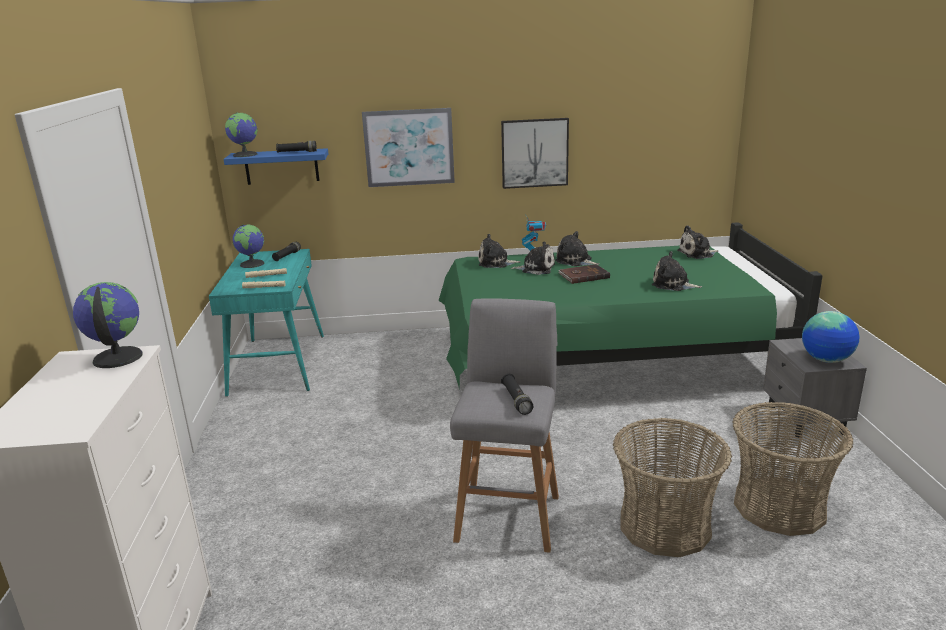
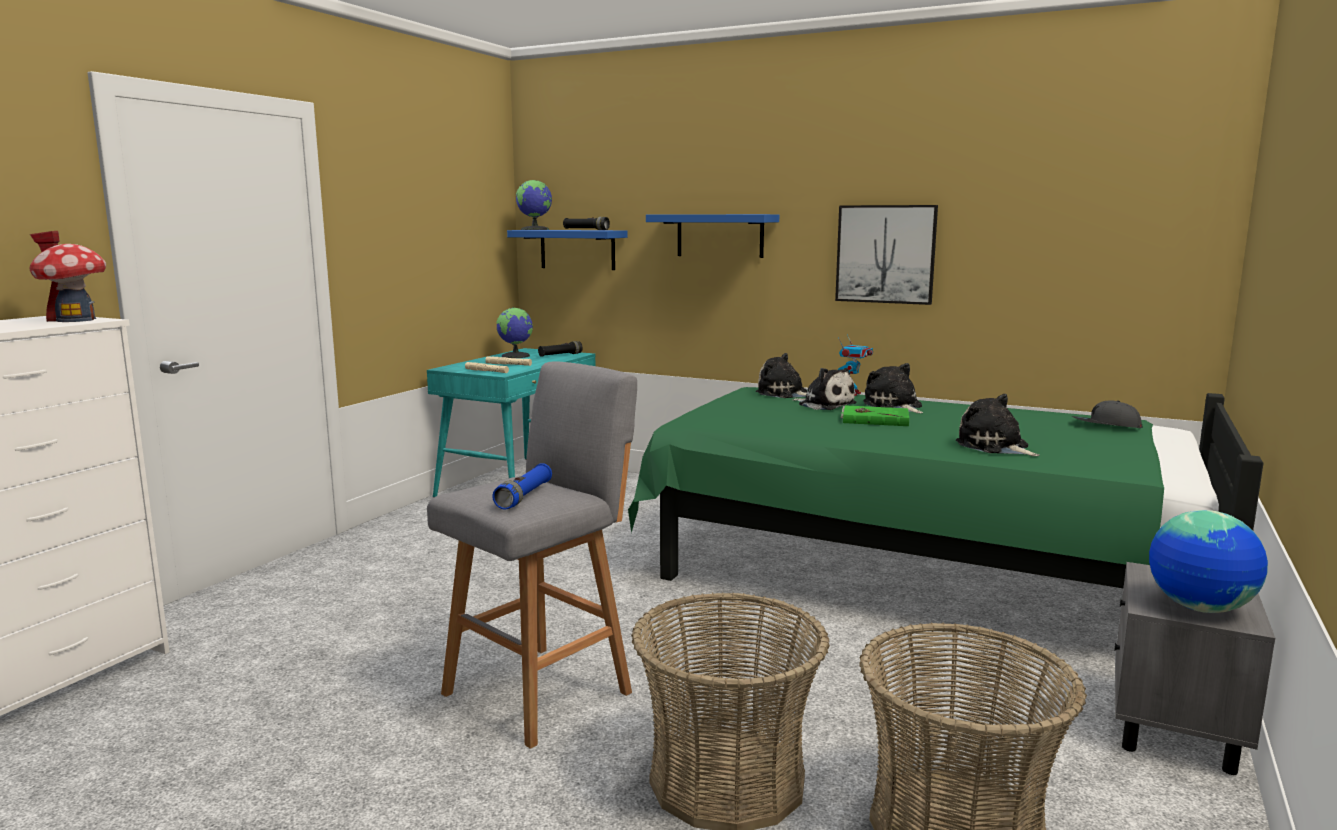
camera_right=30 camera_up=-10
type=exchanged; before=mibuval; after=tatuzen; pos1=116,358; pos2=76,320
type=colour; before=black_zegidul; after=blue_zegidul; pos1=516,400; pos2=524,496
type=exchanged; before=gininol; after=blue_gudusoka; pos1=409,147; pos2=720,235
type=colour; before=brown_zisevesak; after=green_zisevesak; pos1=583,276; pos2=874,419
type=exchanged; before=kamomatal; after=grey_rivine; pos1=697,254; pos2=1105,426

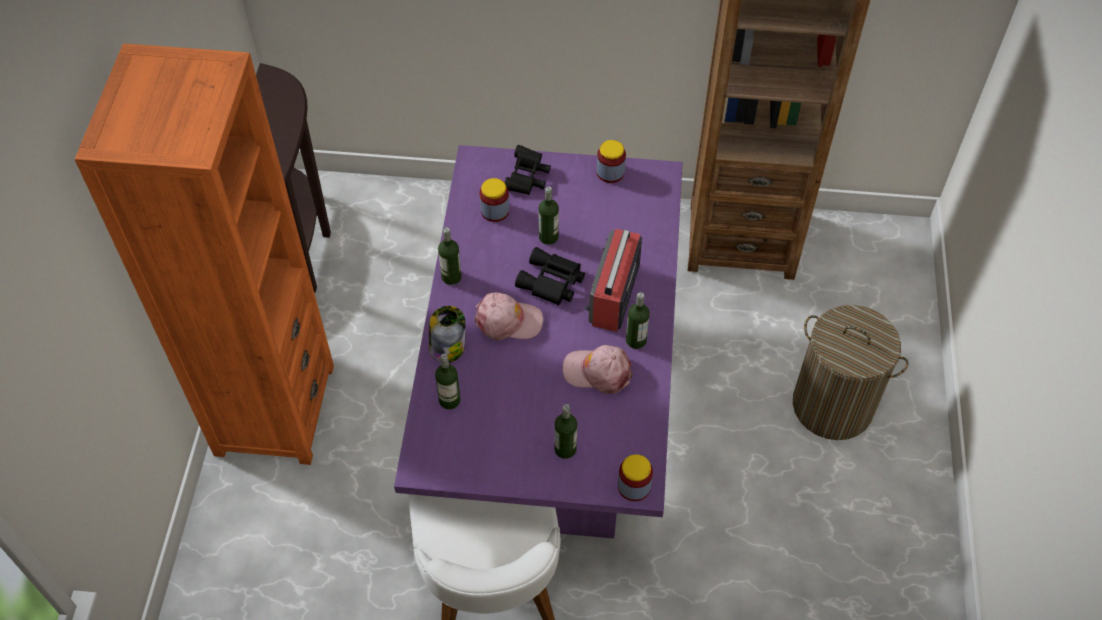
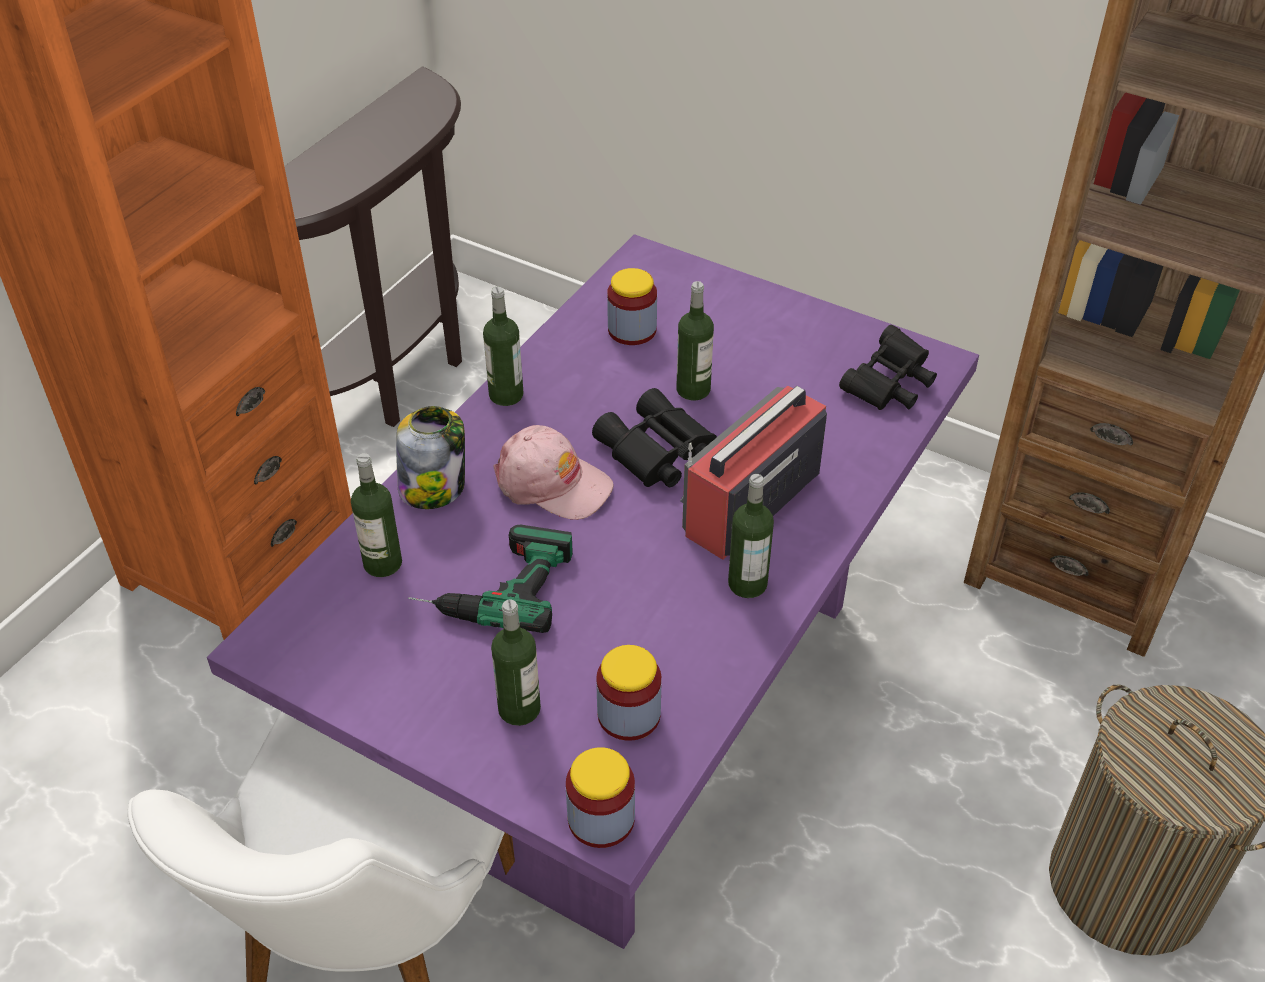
camera_right=25 camera_up=-10
type=appeared; after=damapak; pos2=492,584
type=relocated; before=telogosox; pos1=610,172; pos2=629,715
type=relocated; before=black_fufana; pos1=527,178; pos2=889,386
type=missing; before=pink_rivine; pos1=598,372

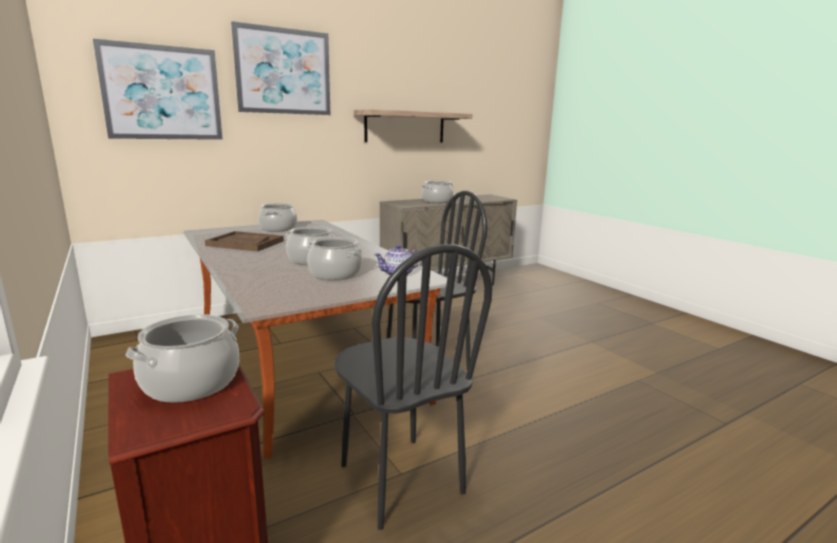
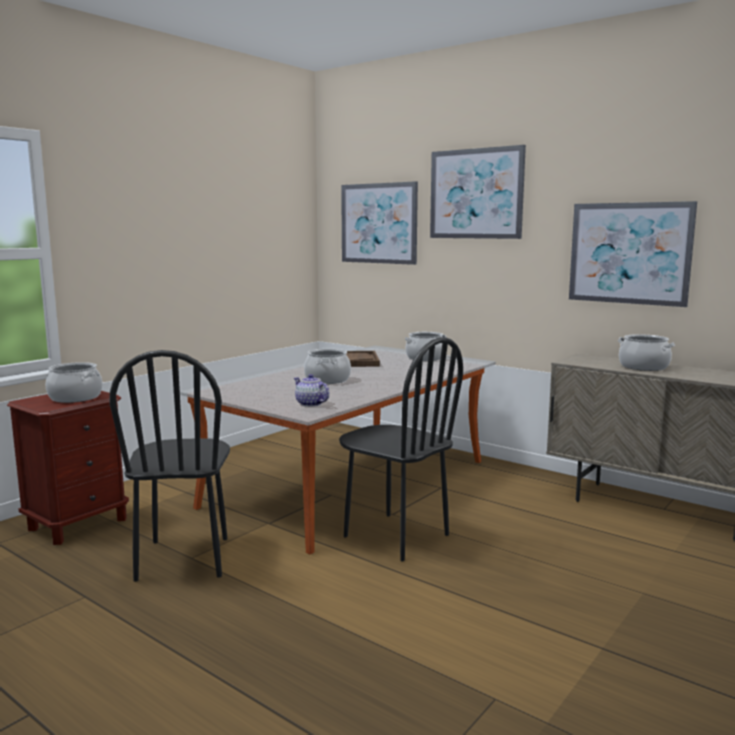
camera_right=70 camera_up=-5
type=spun; before=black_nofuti; pos1=400,479; pos2=184,558; turn=-45
type=exchanged; before=gudusoka; after=gininol; pos1=405,127; pos2=629,253
type=missing; before=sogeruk; pos1=335,274

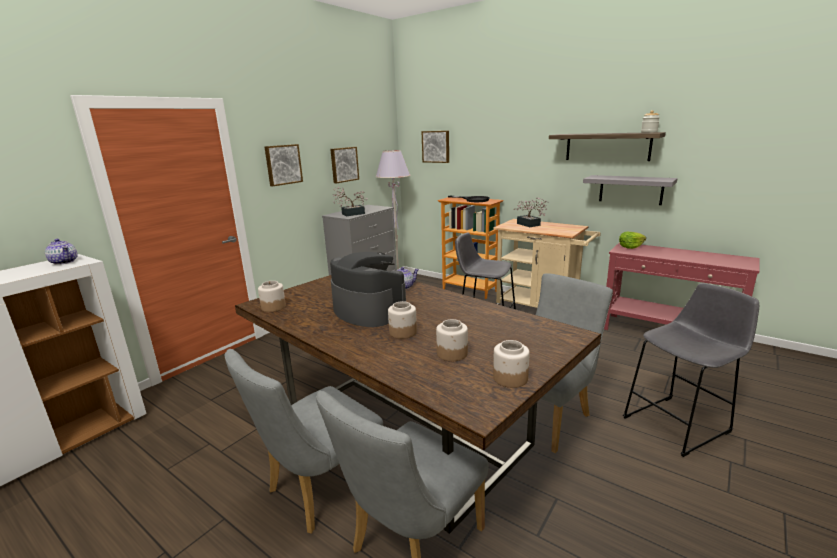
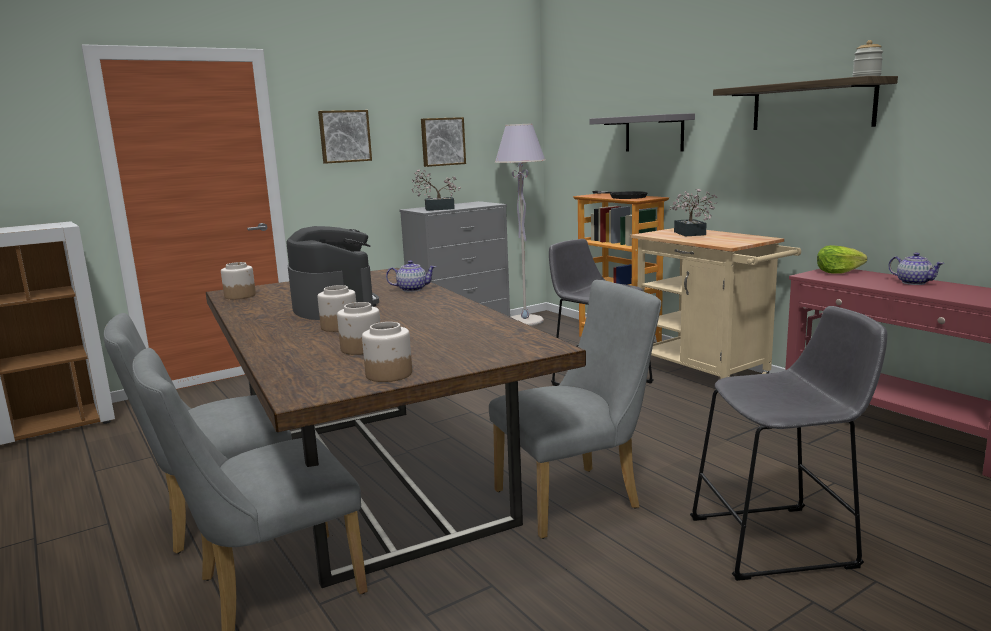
camera_right=20 camera_up=-5
type=relocated; before=grey_gudusoka; pos1=630,189; pos2=654,133
type=relocated; before=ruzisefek; pos1=64,262; pos2=913,282
type=missing; before=gininol; pos1=436,146

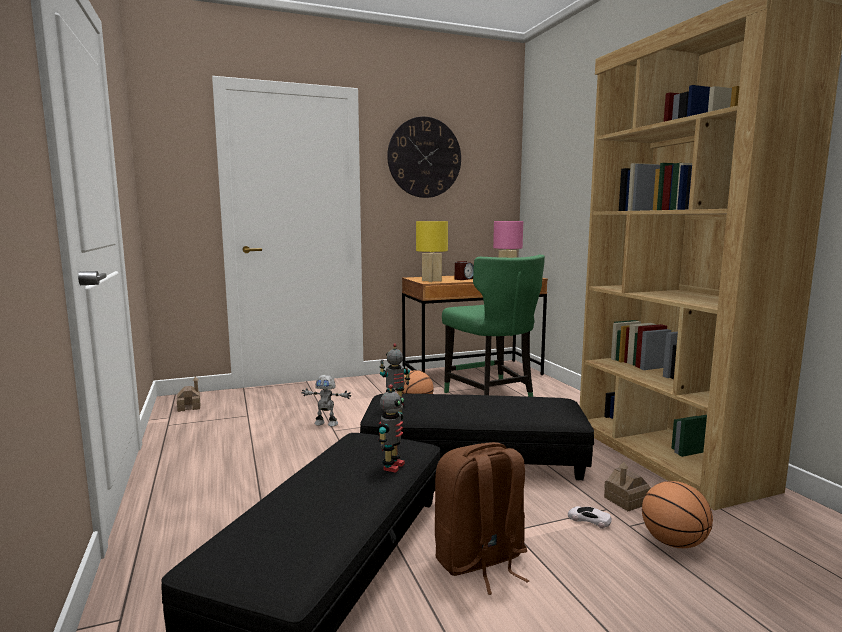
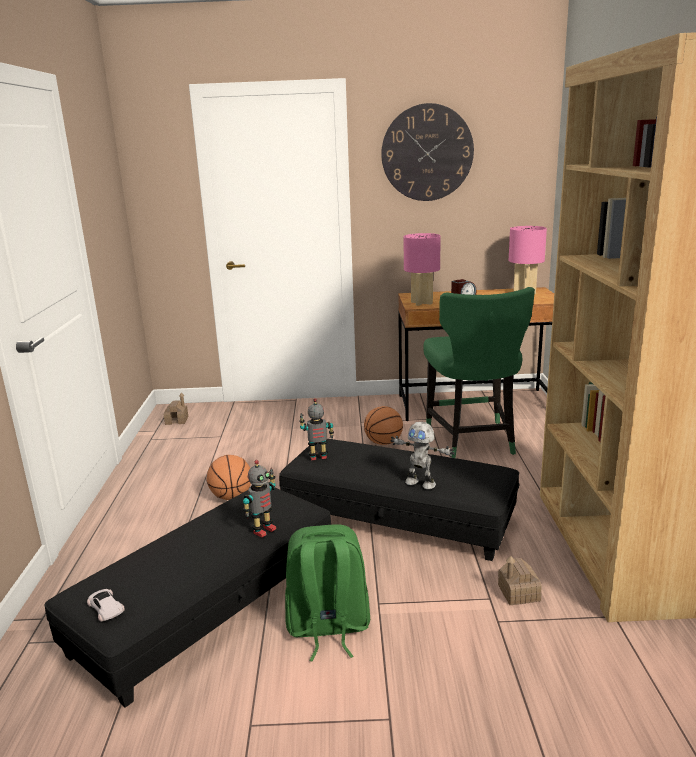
camera_right=20 camera_up=10
type=relocated; before=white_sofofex; pos1=589,520; pos2=105,607
type=relocated; before=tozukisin; pos1=673,543; pos2=231,497
type=colour; before=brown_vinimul; after=green_vinimul; pos1=480,561; pos2=327,628
type=relocated; before=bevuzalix; pos1=326,423; pos2=421,483
type=colour; before=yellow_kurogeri; after=pink_kurogeri; pos1=431,281; pos2=421,303

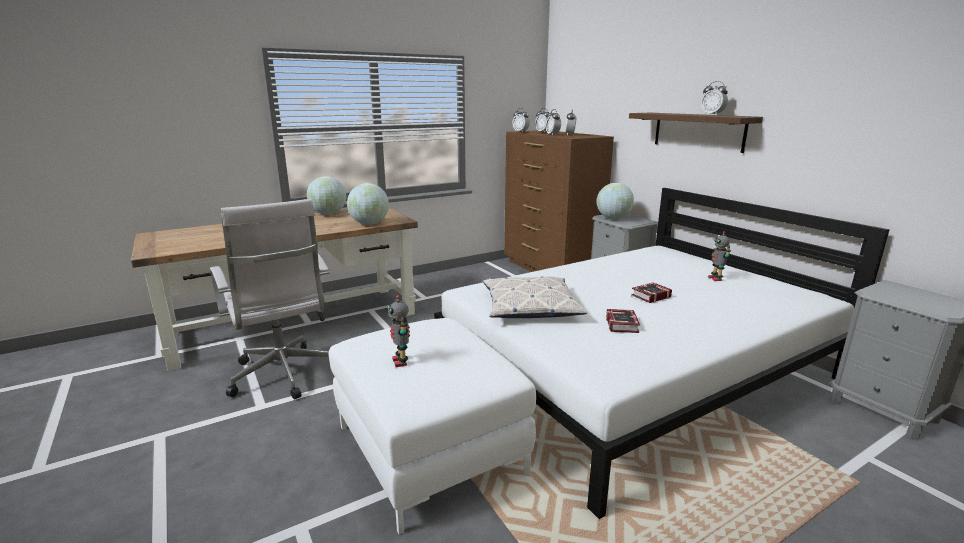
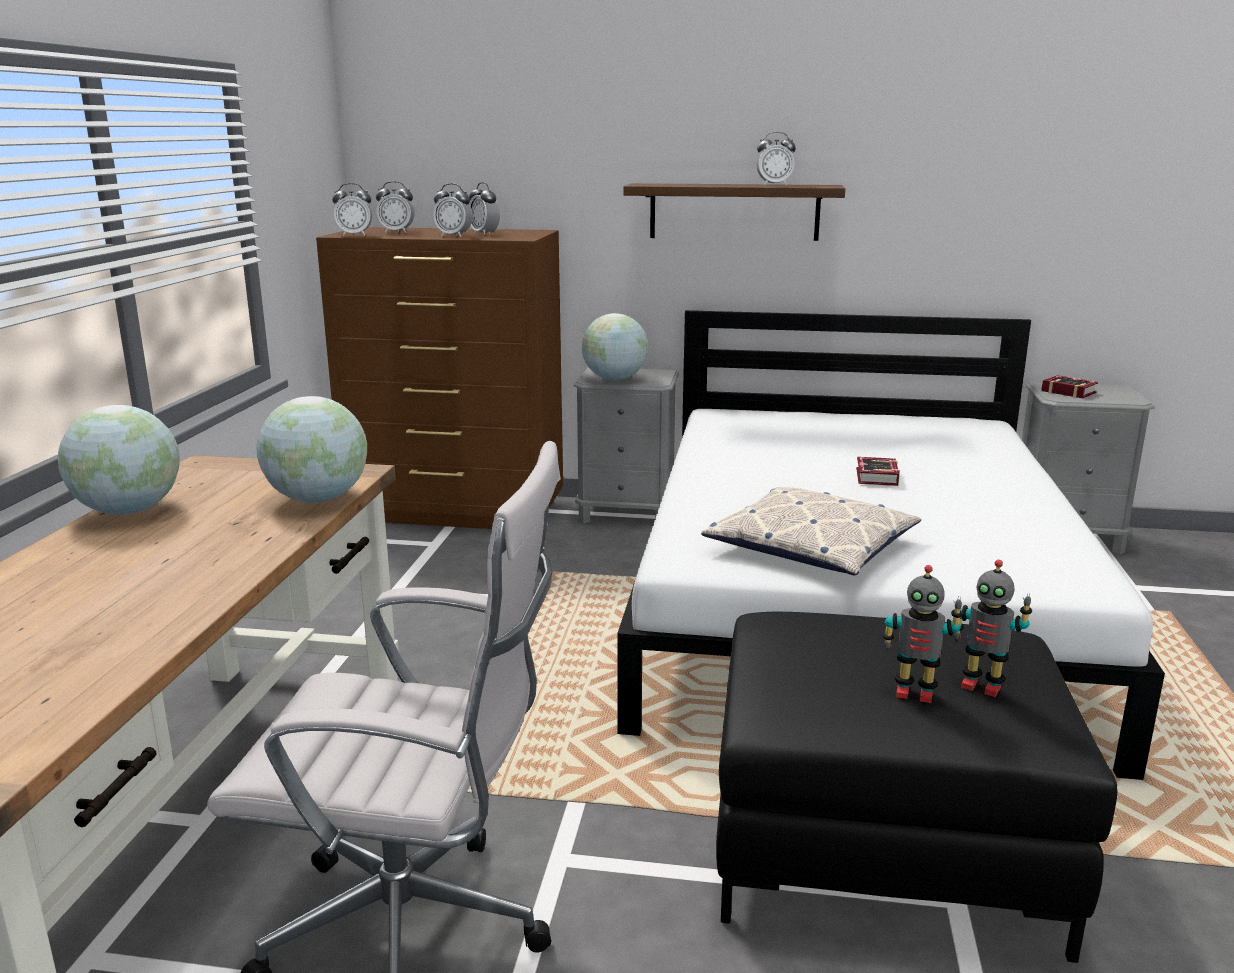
camera_right=-50 camera_up=0
type=colour; before=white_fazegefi; after=black_fazegefi; pos1=429,449; pos2=882,848
type=relocated; before=bevuzalix; pos1=715,278; pos2=981,686
type=relocated; before=zisevesak; pos1=622,324; pos2=1067,391

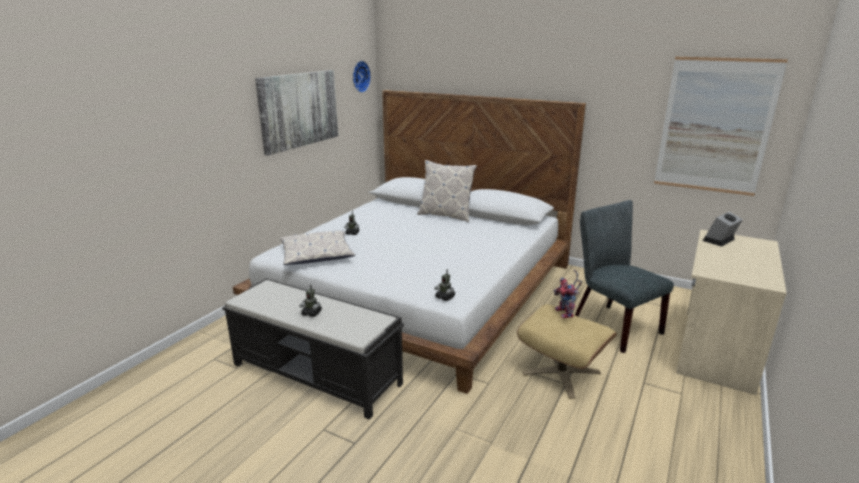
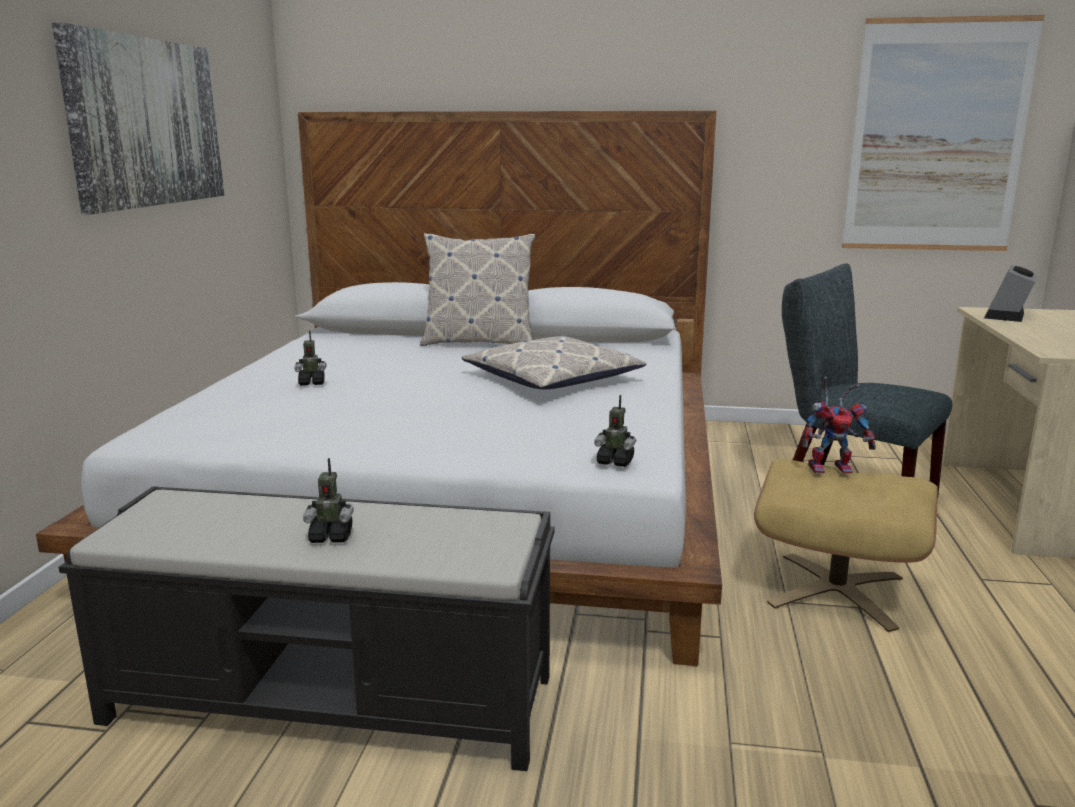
camera_right=-20 camera_up=-5
type=relocated; before=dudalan; pos1=317,254; pos2=552,378
type=spun; before=bevuzalix; pos1=566,313; pos2=832,468; turn=-60
type=missing; before=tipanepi; pos1=359,76

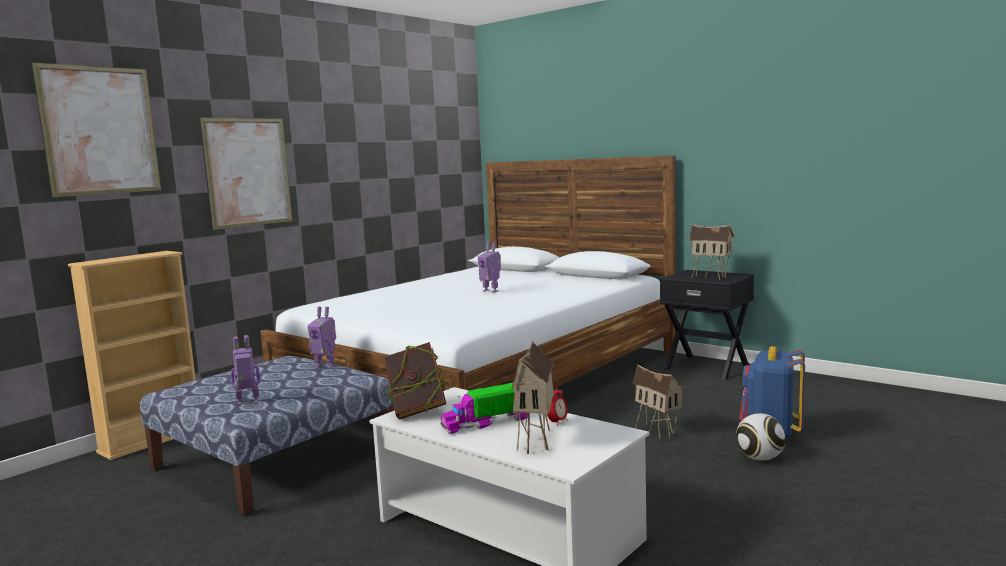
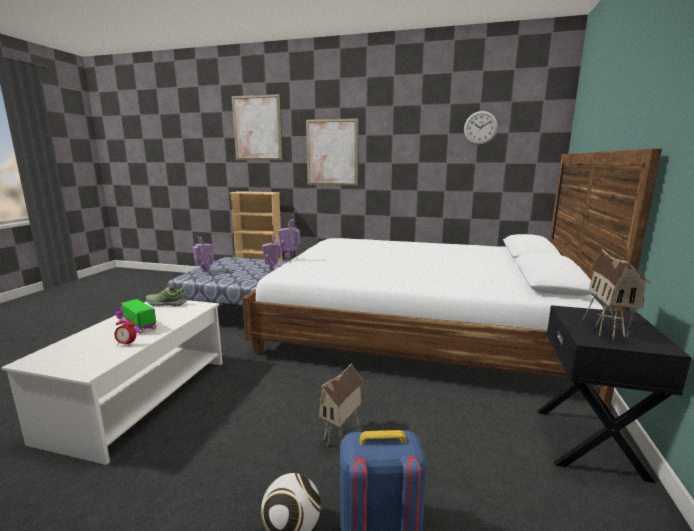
camera_right=65 camera_up=5
type=exchanged; before=zisevesak; after=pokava; pos1=417,411; pos2=166,303
type=relocated; before=bevuzalix; pos1=491,291; pos2=290,259
type=appeared; after=tipanepi; pos2=480,128
type=missing; before=tatuzen; pos1=537,442

